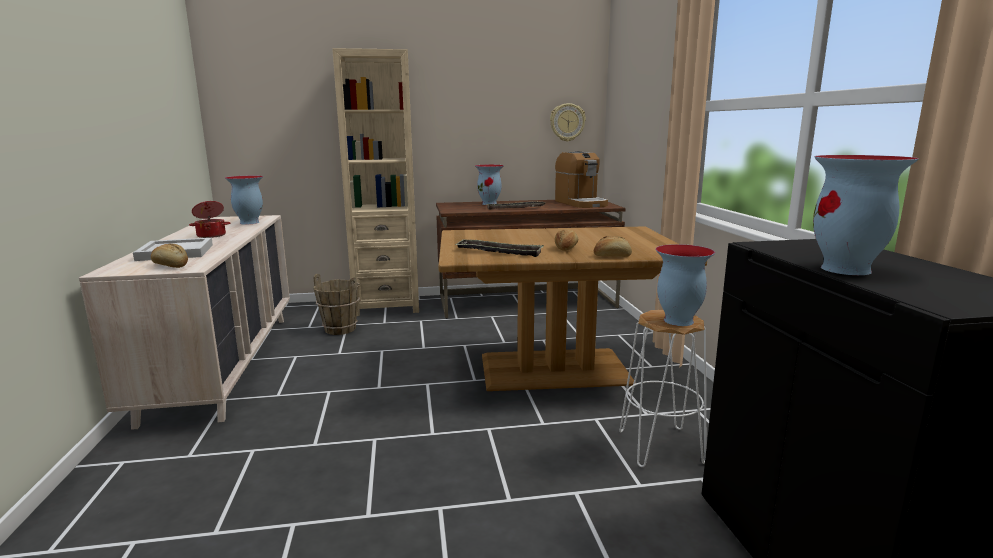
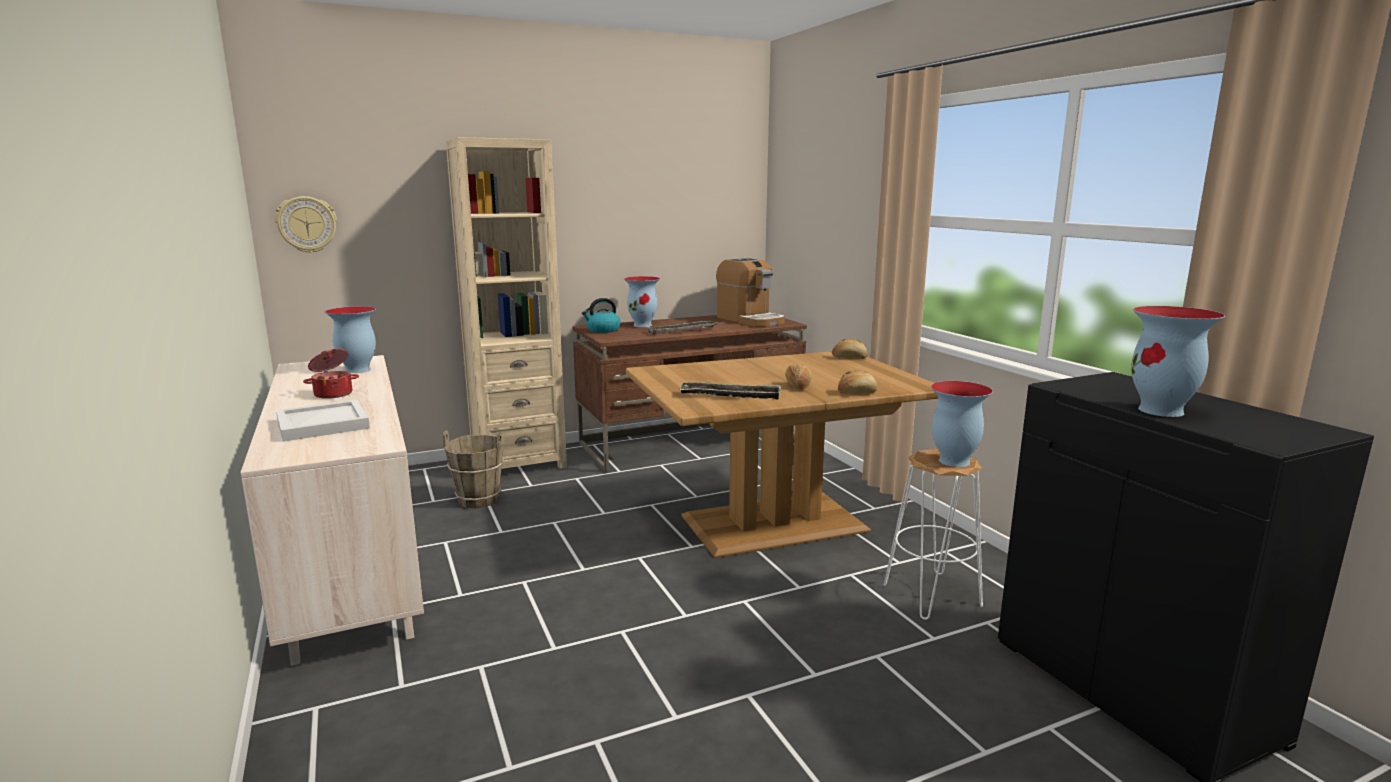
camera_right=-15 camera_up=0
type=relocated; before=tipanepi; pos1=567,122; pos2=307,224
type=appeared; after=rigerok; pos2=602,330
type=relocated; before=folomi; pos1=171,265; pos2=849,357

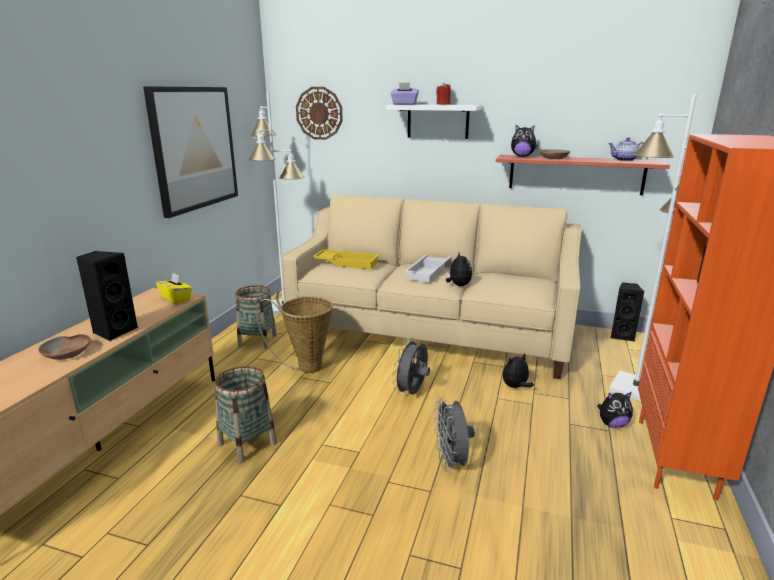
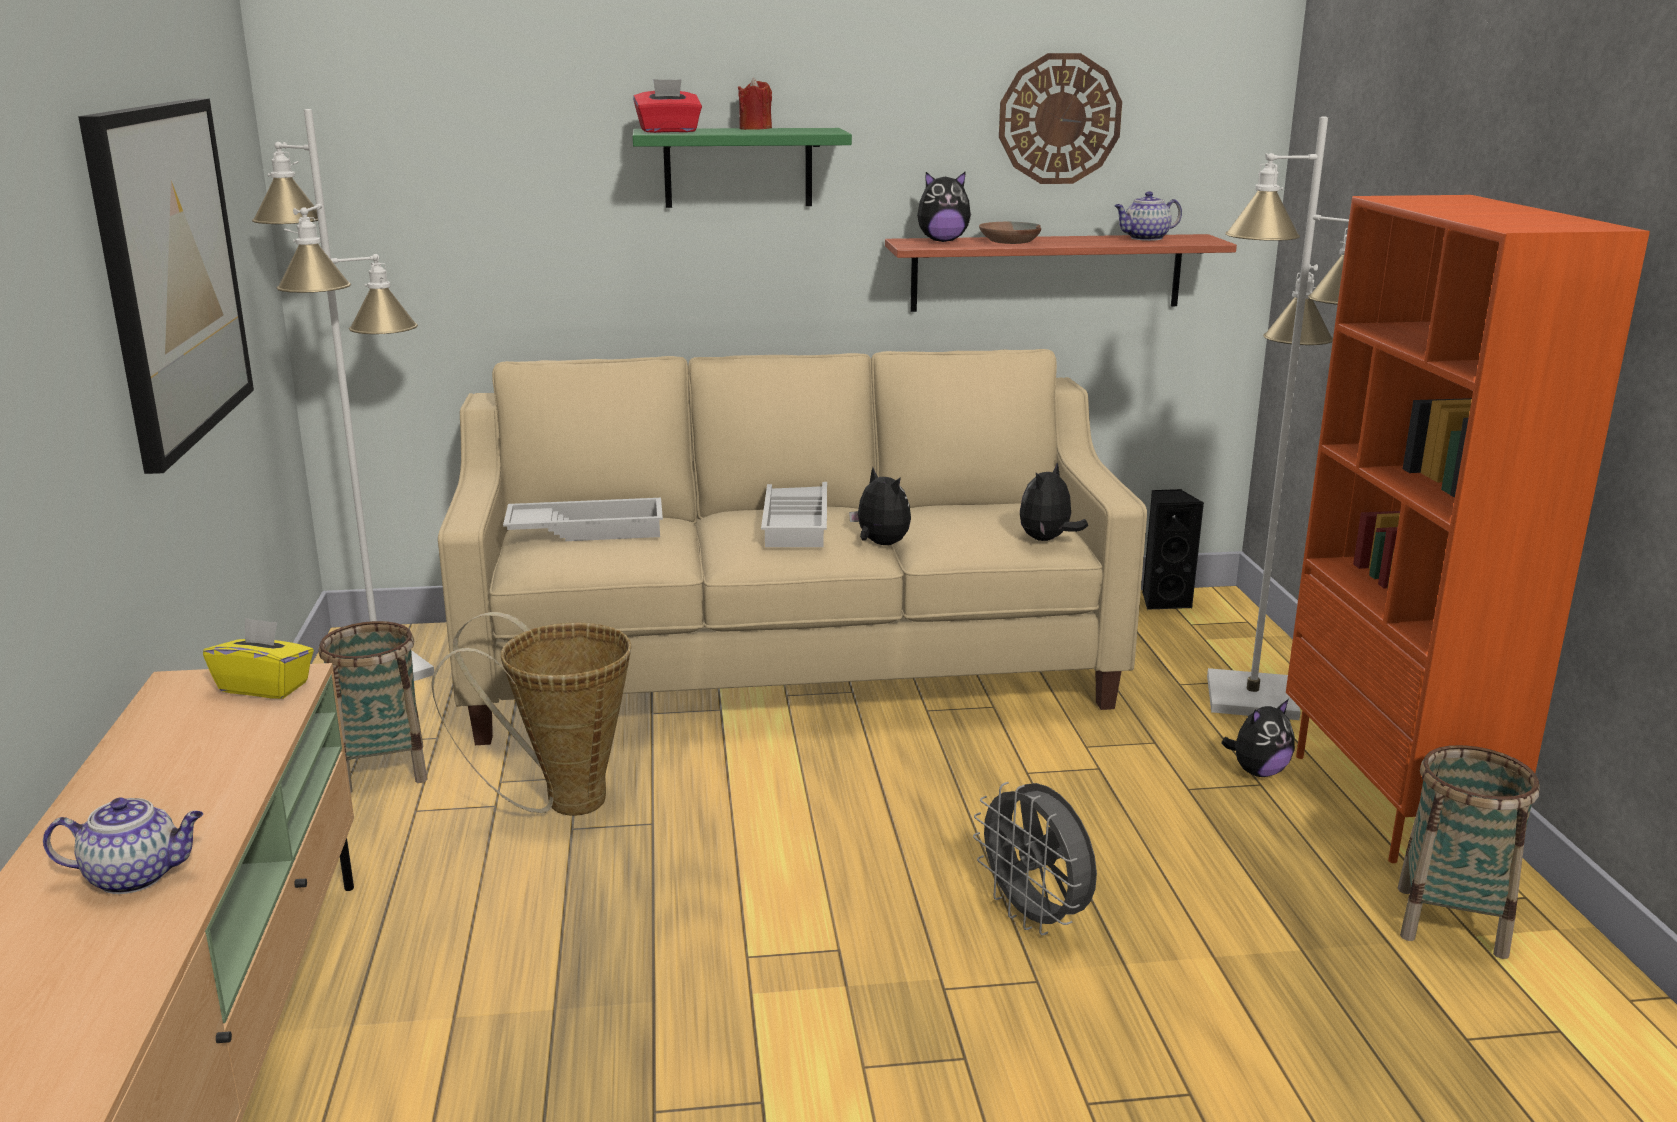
camera_right=-25 camera_up=0
type=exchanged; before=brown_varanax; after=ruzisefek; pos1=68,353; pos2=136,876
type=colour; before=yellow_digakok; after=white_digakok; pos1=347,263; pos2=587,529
type=colour; before=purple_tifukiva; after=red_tifukiva; pos1=404,104; pos2=668,131
type=colour; before=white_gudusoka; after=green_gudusoka; pos1=438,121; pos2=738,167
type=relocated; before=tipanepi; pos1=319,113; pos2=1059,119
type=relocated; before=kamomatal; pos1=515,387; pos2=1047,540
type=relocated; before=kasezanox; pos1=247,444; pos2=1451,921
type=missing; before=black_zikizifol; pos1=114,331
type=missing; before=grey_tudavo; pos1=412,393

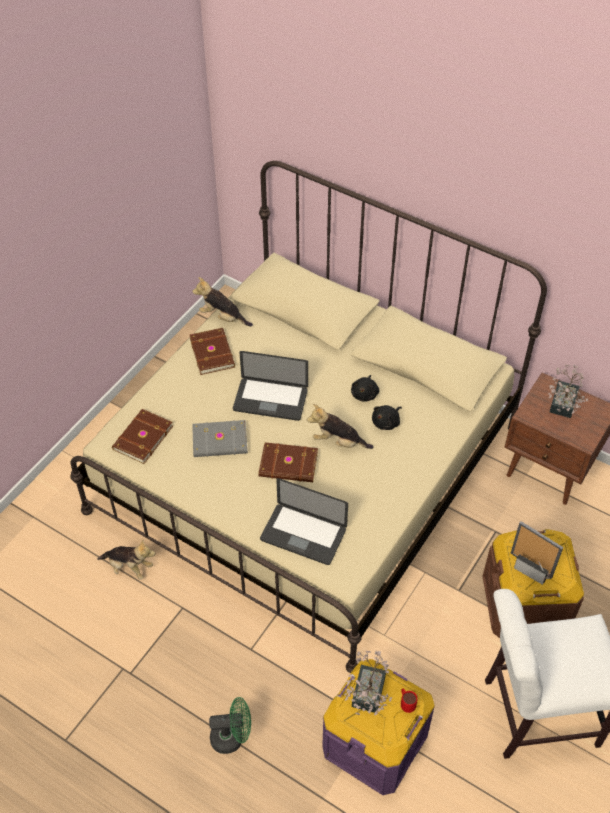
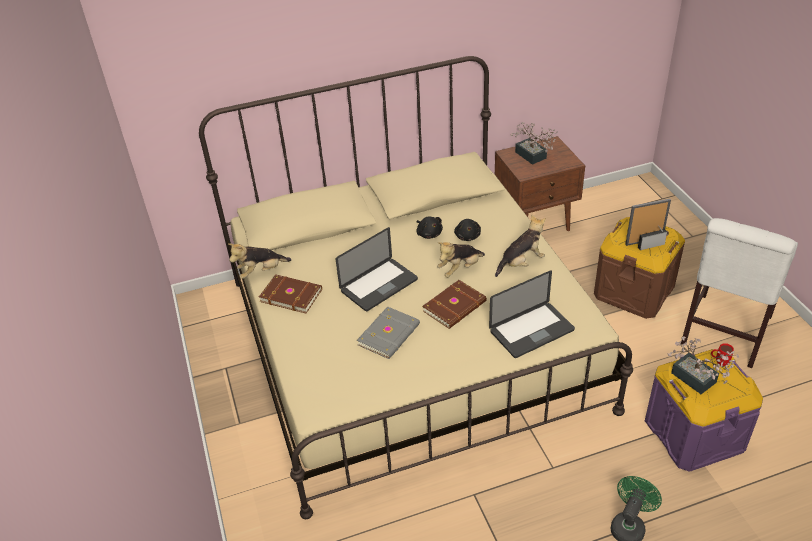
camera_right=-50 camera_up=-10
type=relocated; before=kamomatal; pos1=129,567; pos2=521,263
type=missing; before=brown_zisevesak; pos1=142,438

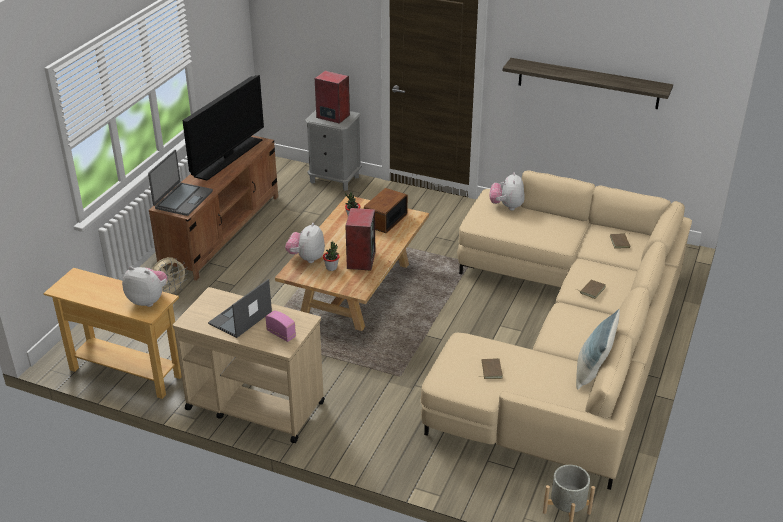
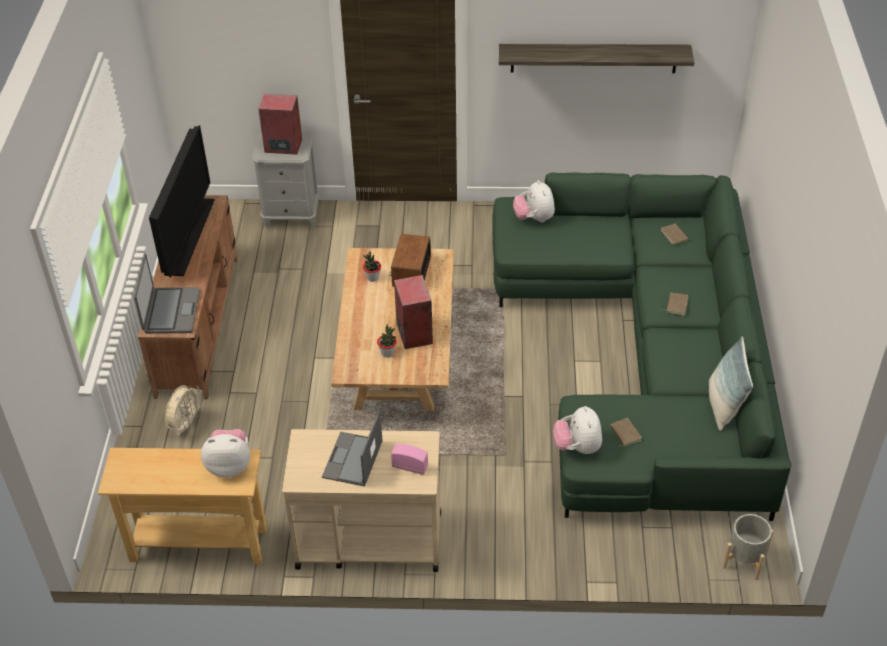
camera_right=-20 camera_up=10
type=colour; before=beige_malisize; after=green_malisize; pos1=564,339; pos2=648,359
type=relocated; before=kamomatal; pos1=306,258; pos2=577,447

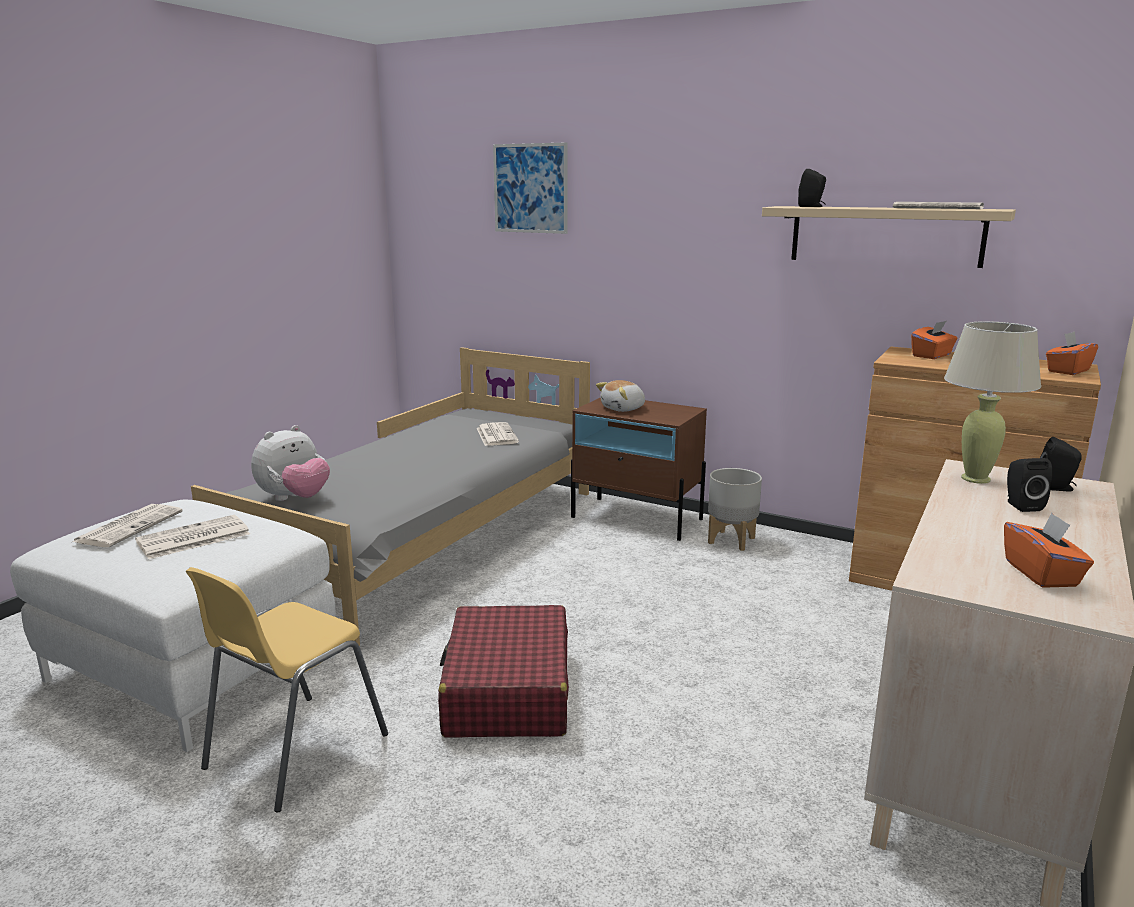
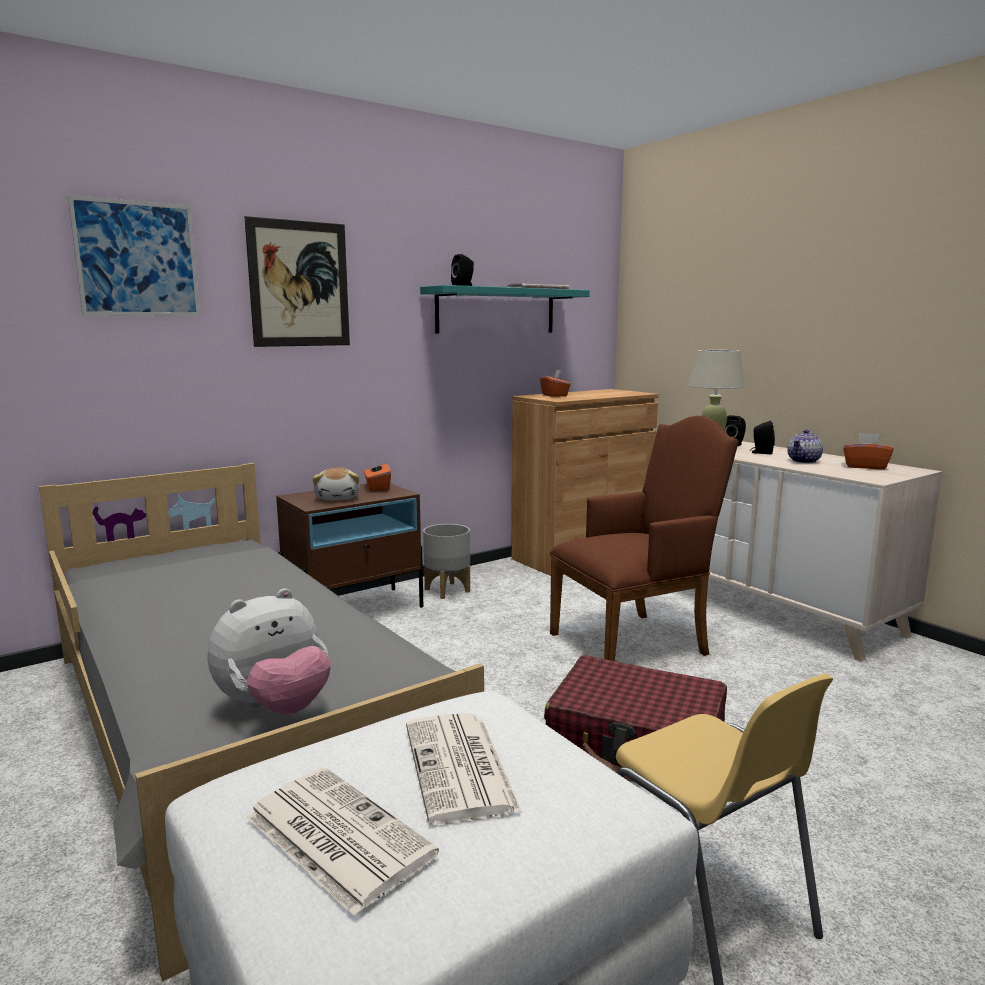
camera_right=-65 camera_up=-5
type=spun; before=kamomatal; pos1=294,499; pos2=275,708; turn=75
type=appeared; after=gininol; pos2=299,284
type=relocated; before=orange_tifukiva; pos1=1067,371; pos2=377,488
type=colour; before=beige_gudusoka; after=turquoise_gudusoka; pos1=885,235; pos2=496,311
type=appeared; after=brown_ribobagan; pos2=636,642
type=appeared; after=ruzisefek; pos2=804,461
type=missing; before=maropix; pos1=496,435

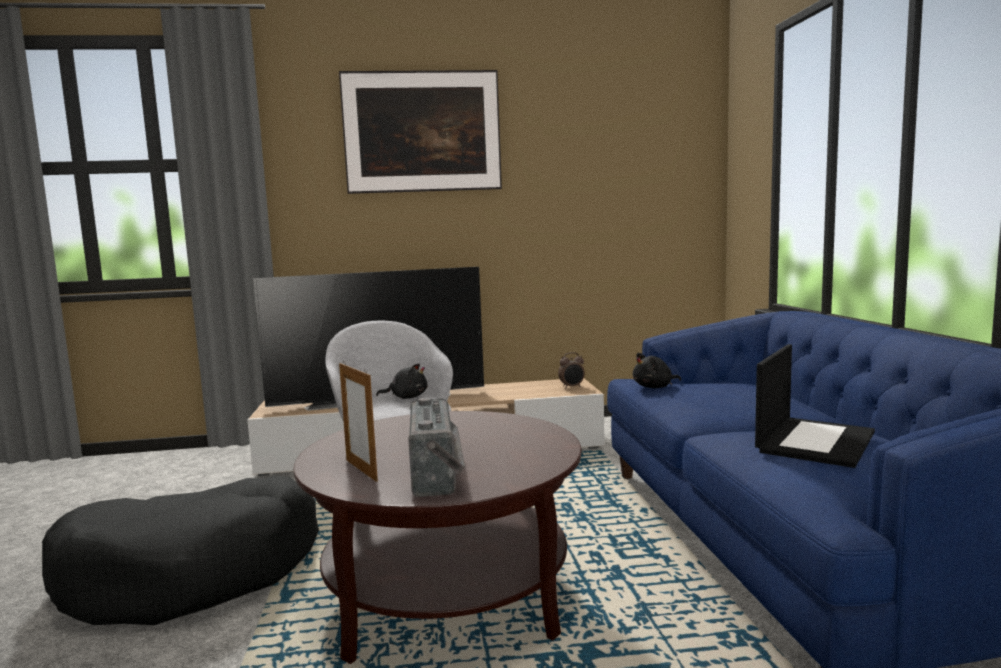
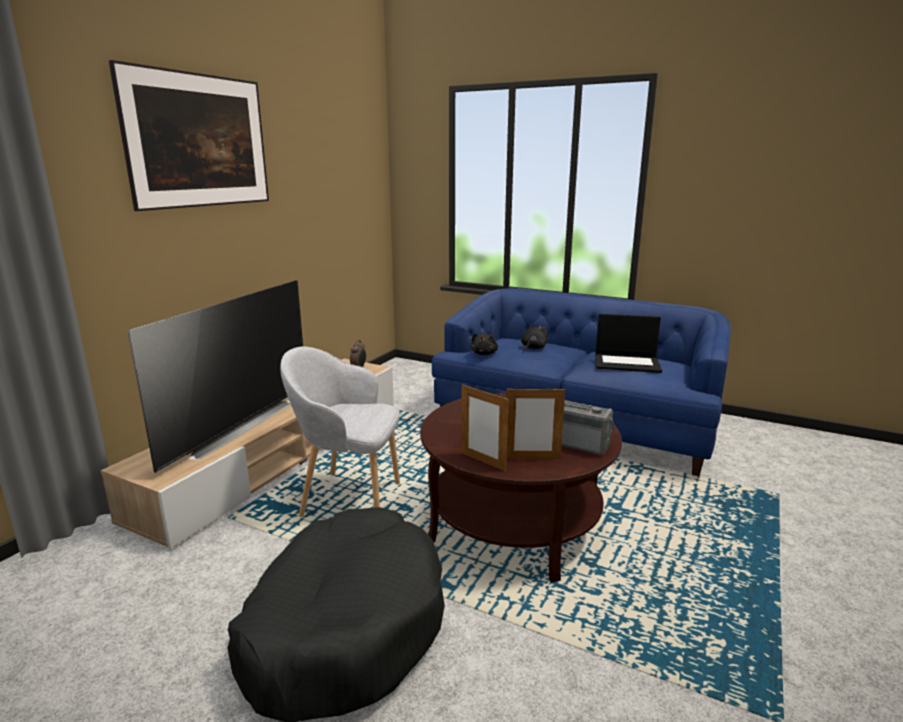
camera_right=-55 camera_up=10
type=appeared; after=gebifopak; pos2=483,461
type=relocated; before=black_kamomatal; pos1=406,397; pos2=532,348
type=spun; before=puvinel; pos1=814,441; pos2=627,363; turn=120

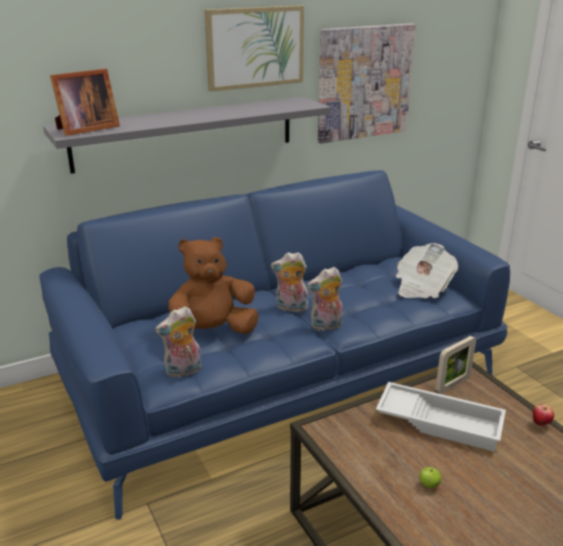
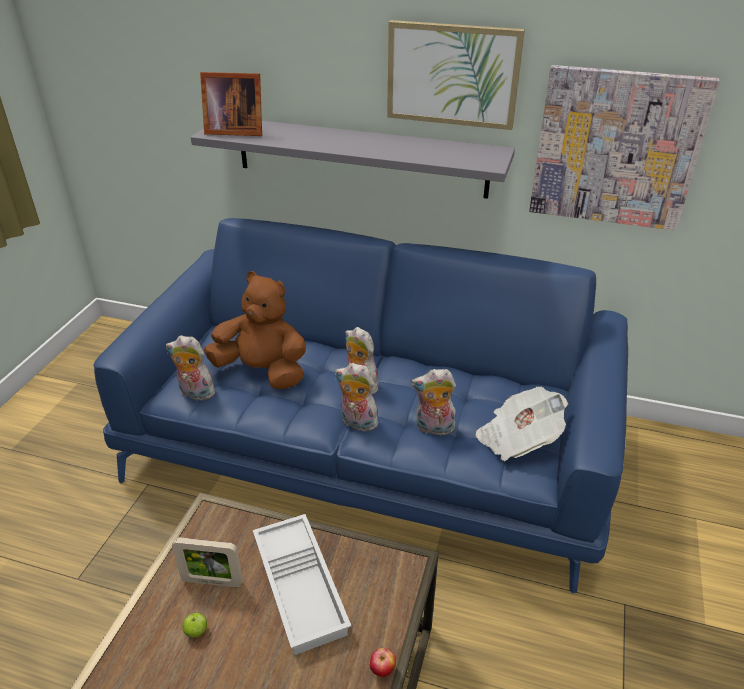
camera_right=45 camera_up=10
type=relocated; before=gebifopak; pos1=452,384; pos2=212,581
type=appeared; after=kamomatal; pos2=433,428

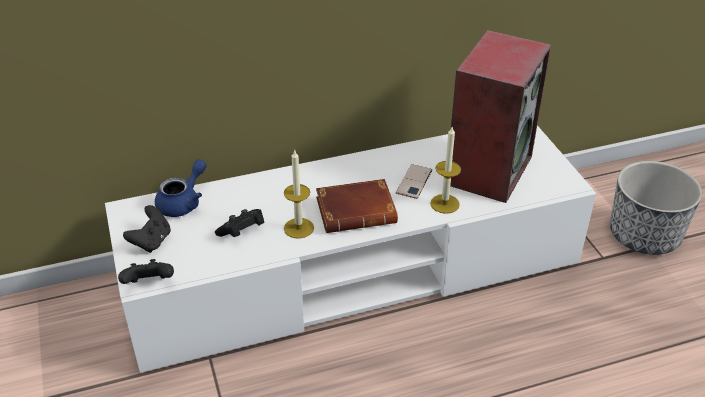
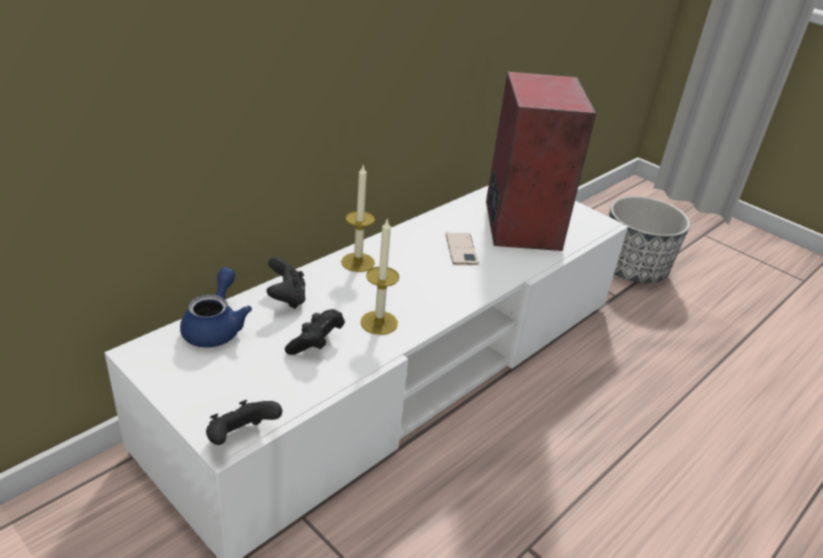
camera_right=-30 camera_up=-5
type=relocated; before=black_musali; pos1=151,241; pos2=286,298
type=relocated; before=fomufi; pos1=444,204; pos2=358,262
type=missing; before=brown_zisevesak; pos1=357,210

